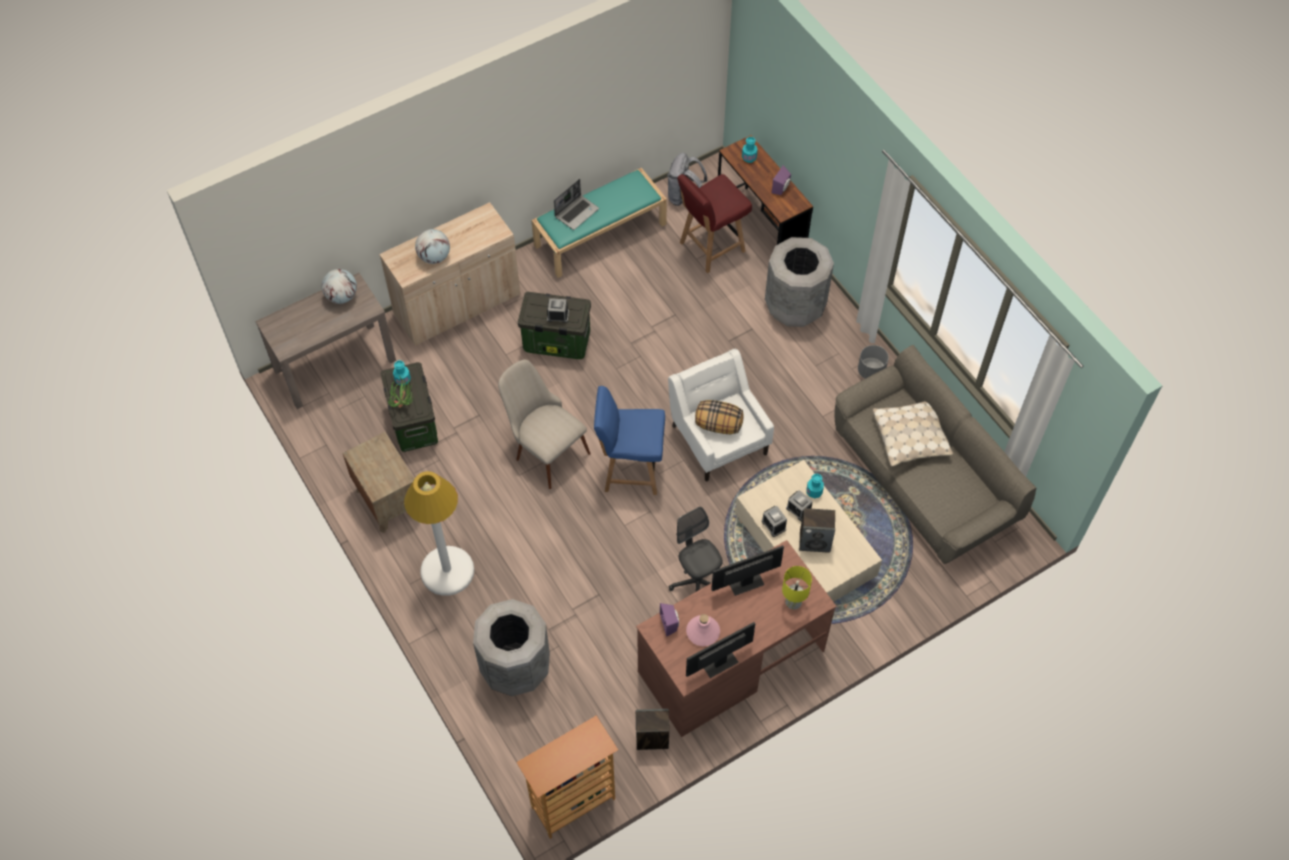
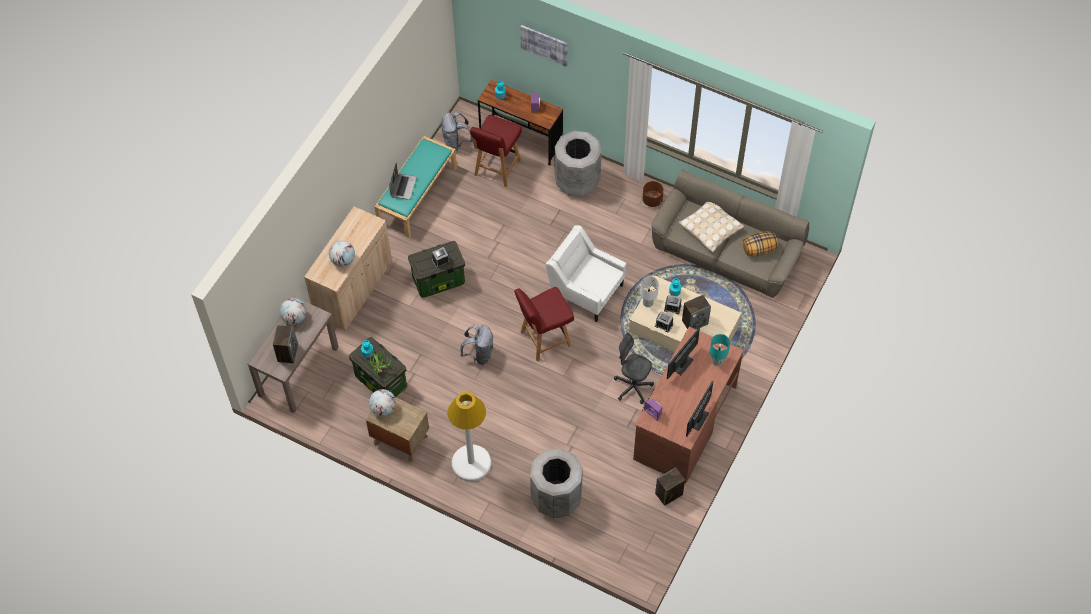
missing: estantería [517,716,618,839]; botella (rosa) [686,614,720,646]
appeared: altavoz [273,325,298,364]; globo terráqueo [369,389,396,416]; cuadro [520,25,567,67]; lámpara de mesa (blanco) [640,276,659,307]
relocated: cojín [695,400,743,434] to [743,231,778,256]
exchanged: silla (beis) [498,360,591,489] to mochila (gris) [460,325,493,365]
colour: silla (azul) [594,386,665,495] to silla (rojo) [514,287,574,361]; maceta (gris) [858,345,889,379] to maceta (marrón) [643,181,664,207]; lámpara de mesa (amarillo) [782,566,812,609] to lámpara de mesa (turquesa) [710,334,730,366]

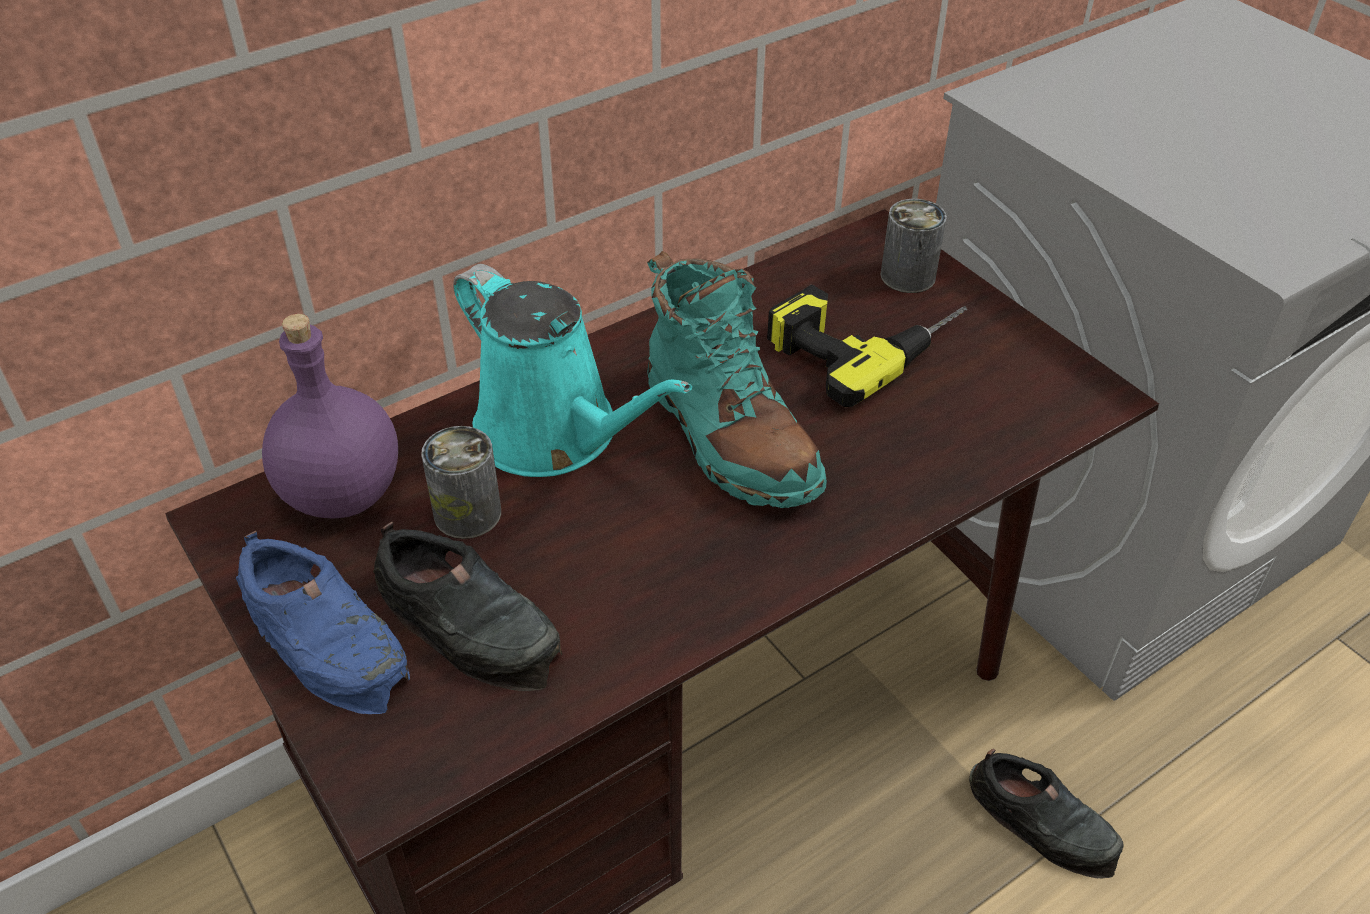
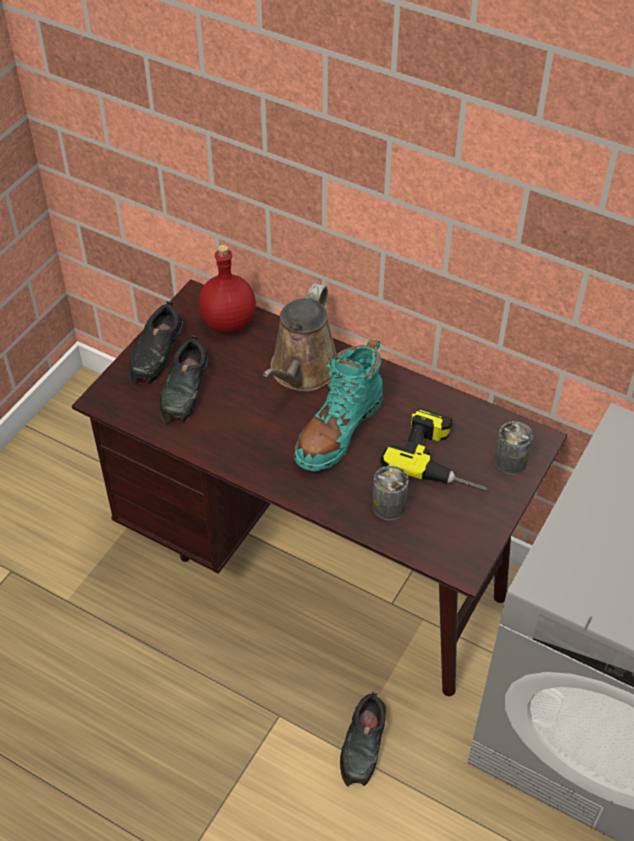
relocated: lata [421,426,501,539] to [372,466,408,520]
colour: zapato (azul) [236,531,410,714] to zapato (negro) [129,301,183,384]; botella (morado) [262,314,398,519] to botella (rojo) [199,245,256,333]; regadera (turquesa) [453,264,692,477] to regadera (marrón) [263,283,337,391]

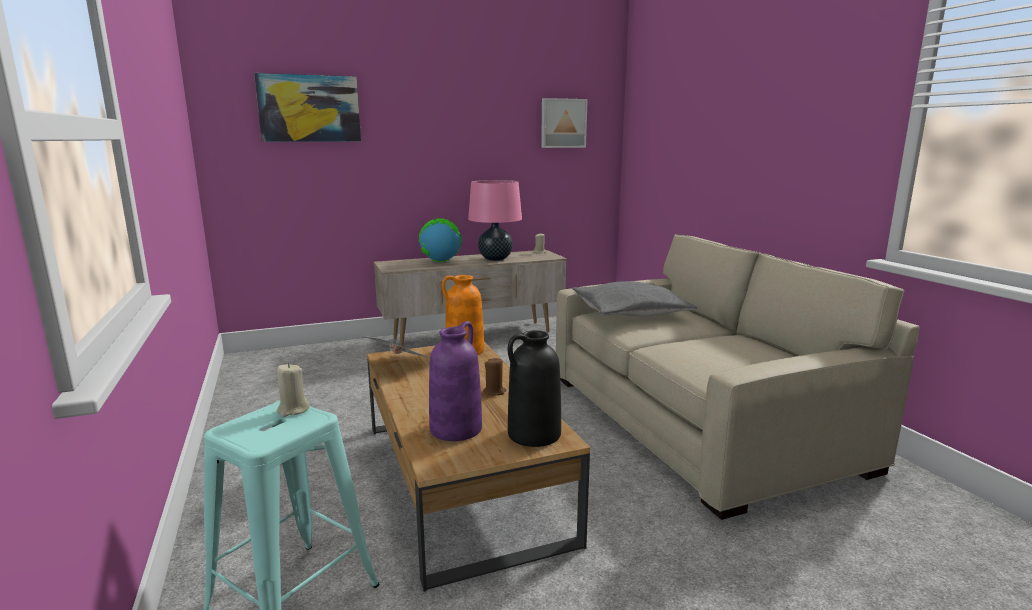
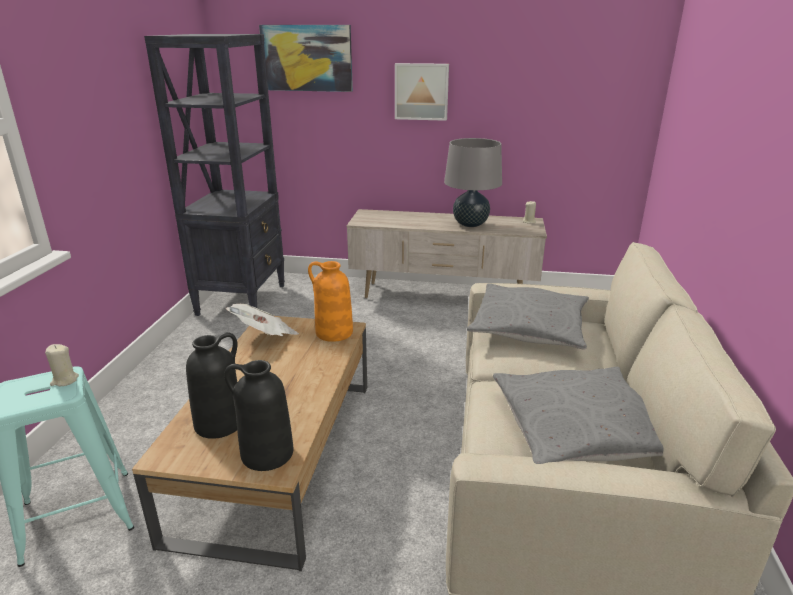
missing: globo terráqueo [419,218,462,262]; vela (marrón) [483,357,506,396]
appeared: estantería (negro) [144,34,285,316]; cojín (gris) [493,367,664,464]
relocated: cuadro [541,98,588,148] to [395,63,449,121]
colour: florero (morado) [429,321,482,441] to florero (negro) [186,332,238,439]; lámpara de mesa (rosa) [468,180,522,261] to lámpara de mesa (gris) [444,138,502,227]

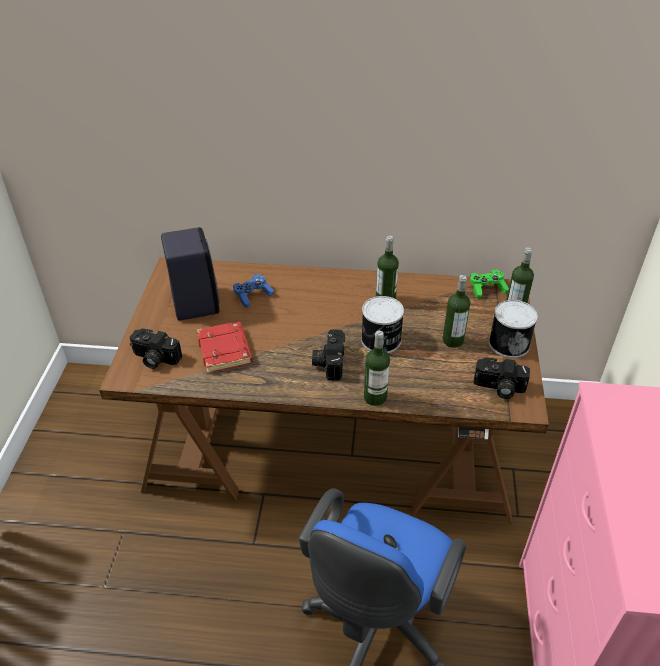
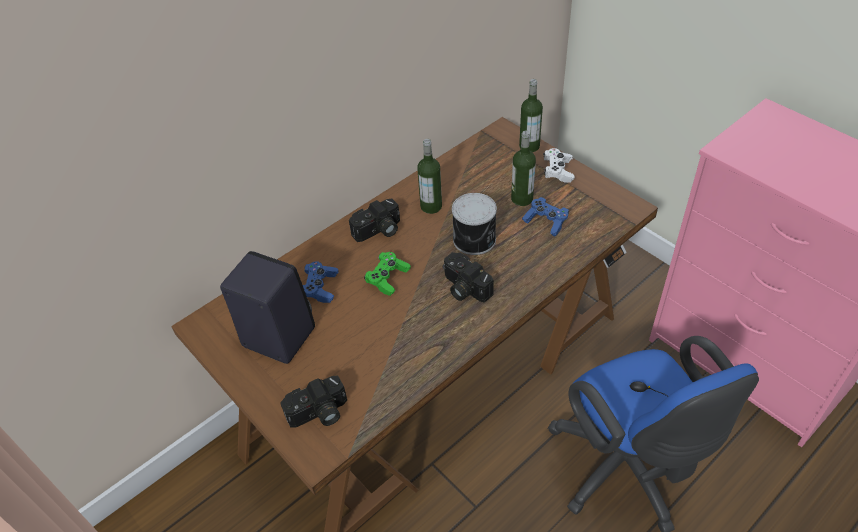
missing: libro (rojo) [197,322,253,373]; botella [364,331,390,406]
appeared: mando de consola (azul) [522,197,569,236]
relocated: cámara [473,357,530,399] to [349,198,400,242]; mando de consola (verde) [470,269,509,298] to [364,252,411,296]
exchanged: lata [489,300,538,358] to mando de consola (blanco) [543,148,575,183]

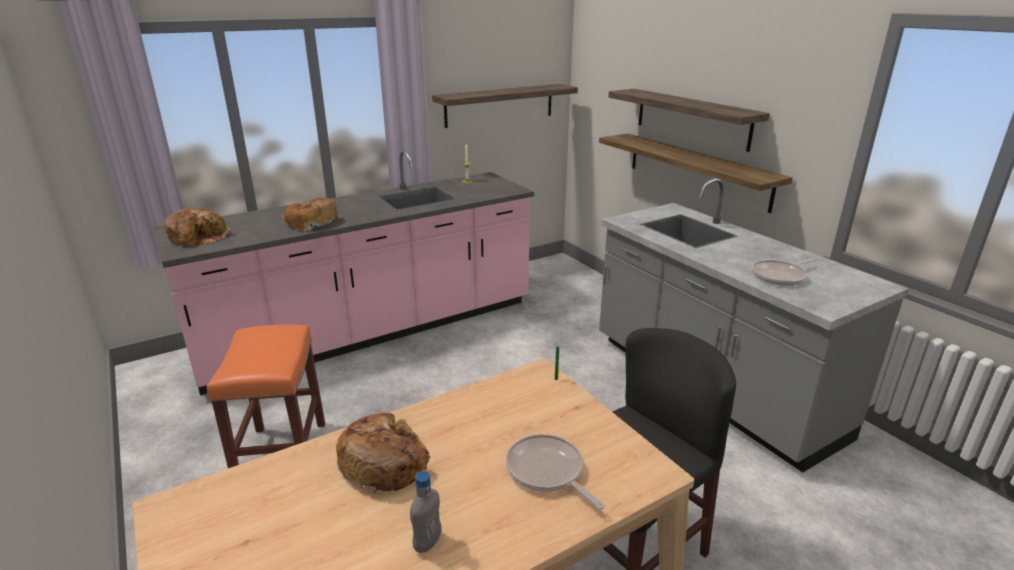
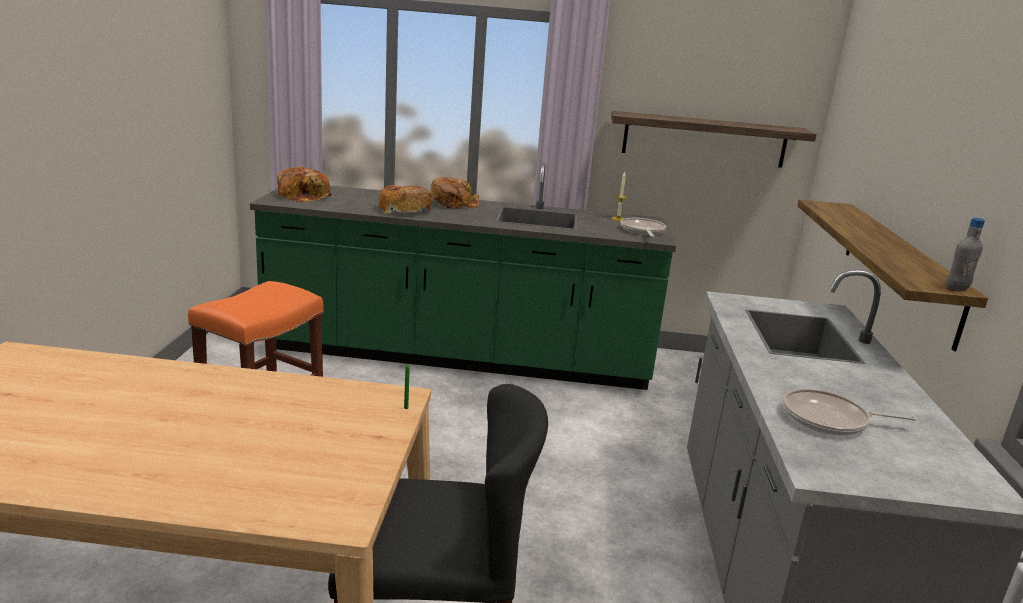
missing: estante [608,89,770,152]
relocated: pan [336,413,431,493] to [430,177,480,209]; sartén [506,434,605,509] to [621,218,666,237]; botella (gris) [410,471,442,553] to [946,217,985,291]
colour: mueble bajo de cocina (rosa) [153,150,534,396] to mueble bajo de cocina (verde) [250,163,676,390]

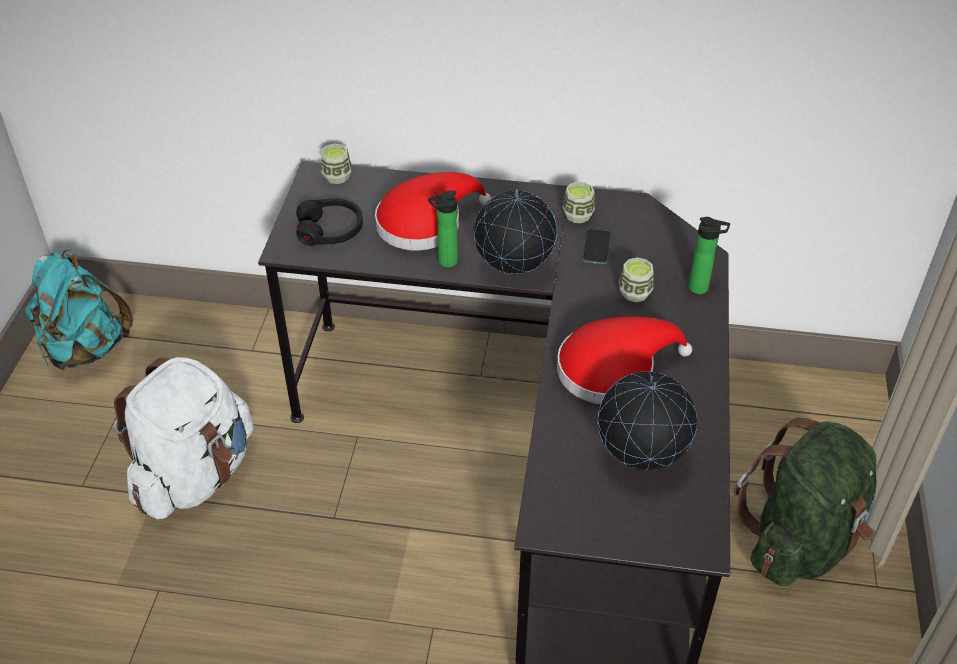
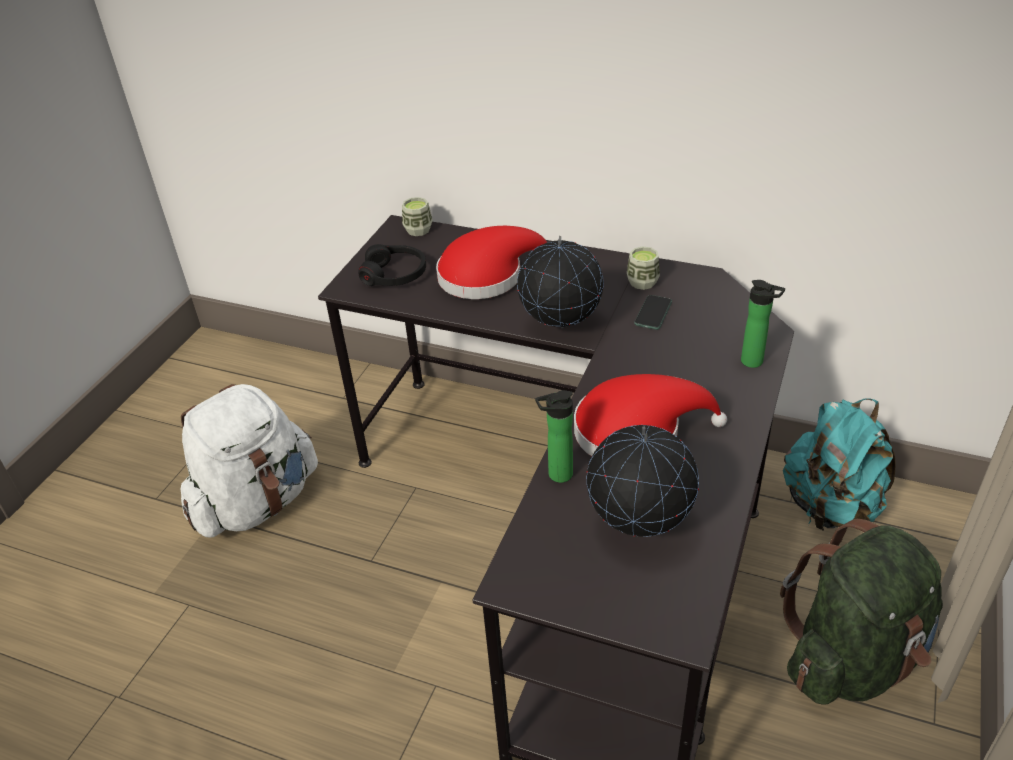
missing: taza [619,257,653,302]
relocated: botella [428,190,458,268] to [535,390,573,483]; mochila (turquesa) [25,249,133,371] to [783,398,895,531]

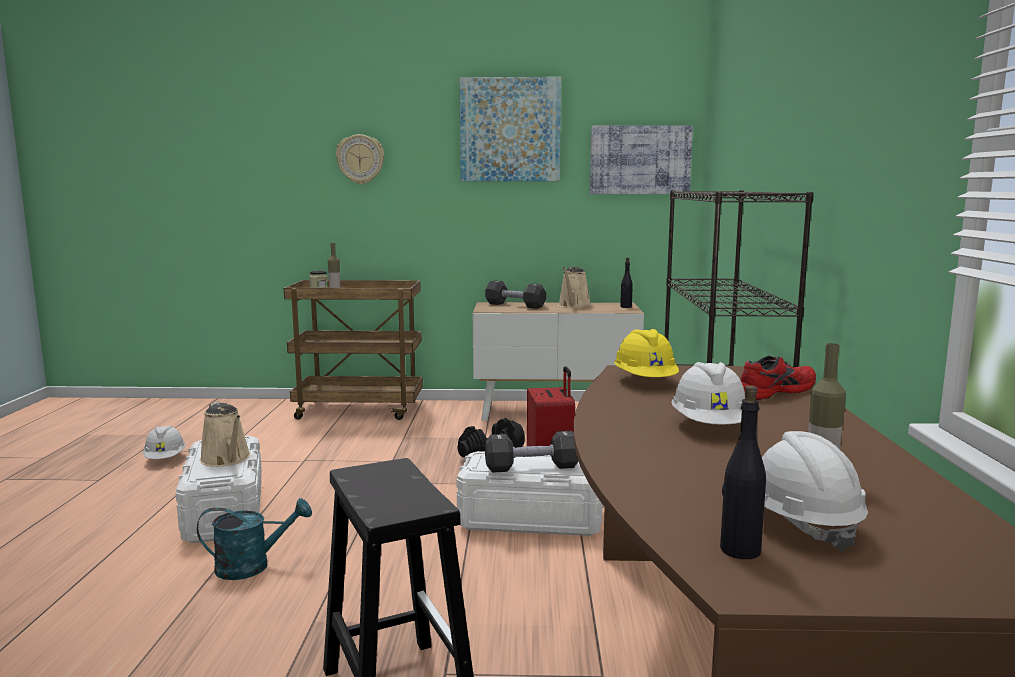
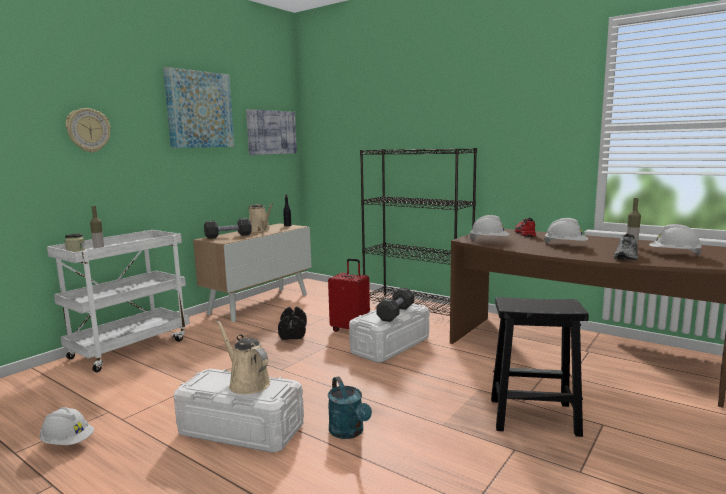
missing: botella (negro) [720,385,766,559]
appeared: zapato (gris) [614,234,638,260]
colour: carrito (marrón) [284,280,423,420] to carrito (blanco) [47,230,190,372]; casco (amarillo) [614,329,679,377] to casco (blanco) [470,215,509,240]
spun: regadera (beis) [199,402,251,467] = [216,320,270,394] 135 degrees counterclockwise; regadera (turquesa) [197,498,312,580] = [328,376,372,439] 135 degrees clockwise

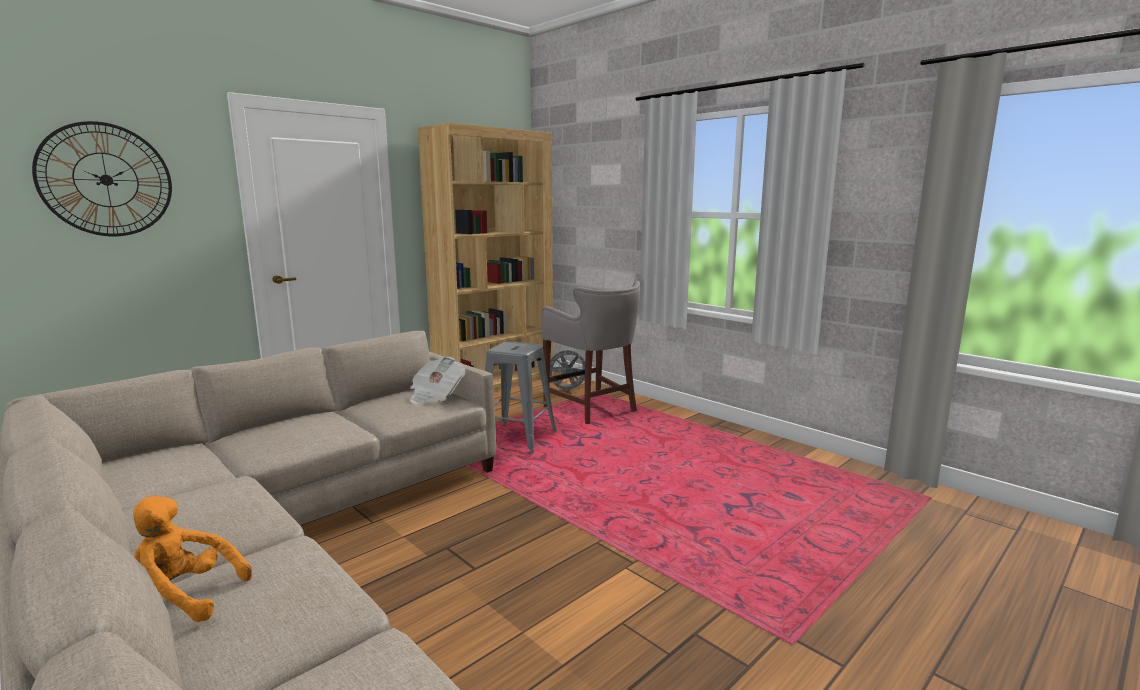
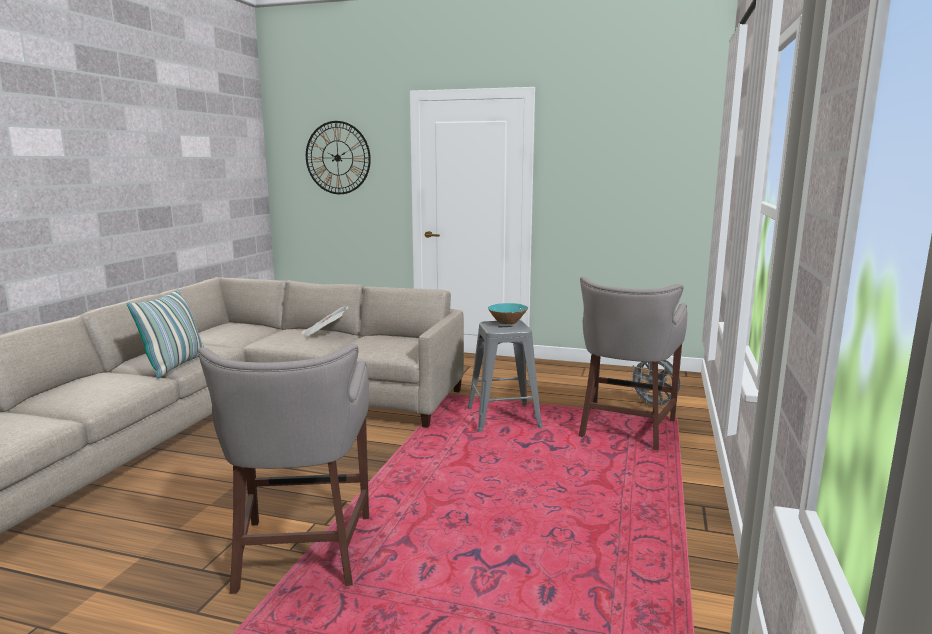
missing: peluche (naranja) [133,496,252,622]; estantería (marrón) [418,123,553,392]
appeared: cojín [127,289,204,379]; taburete (gris) [198,344,369,594]; cuenco (turquesa) [488,303,528,324]
relocated: periódico [410,357,465,404] to [302,306,348,336]

